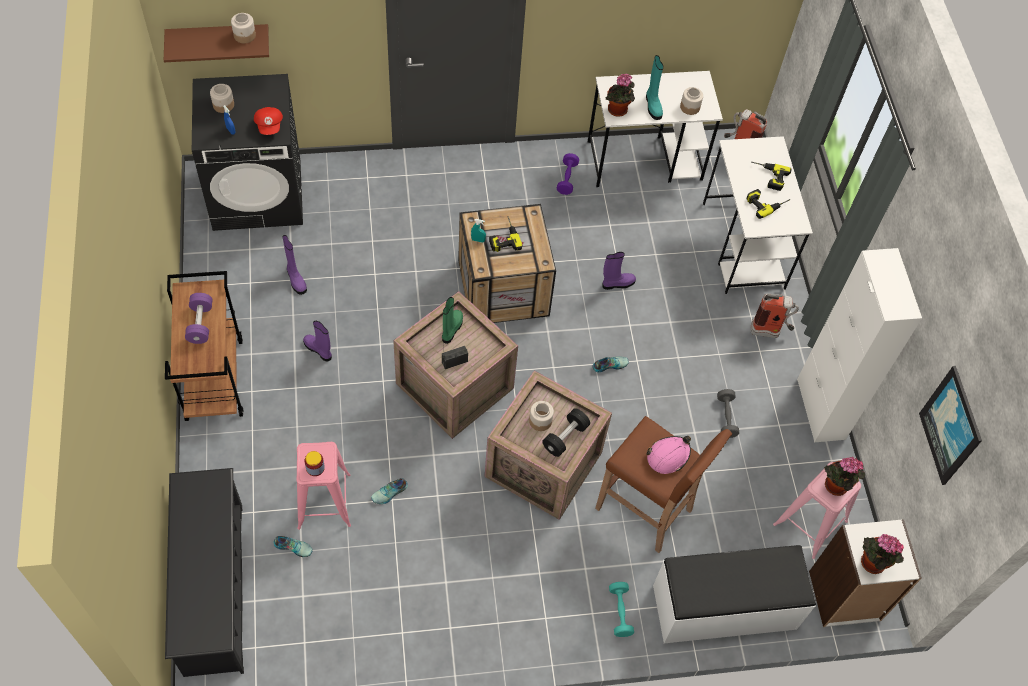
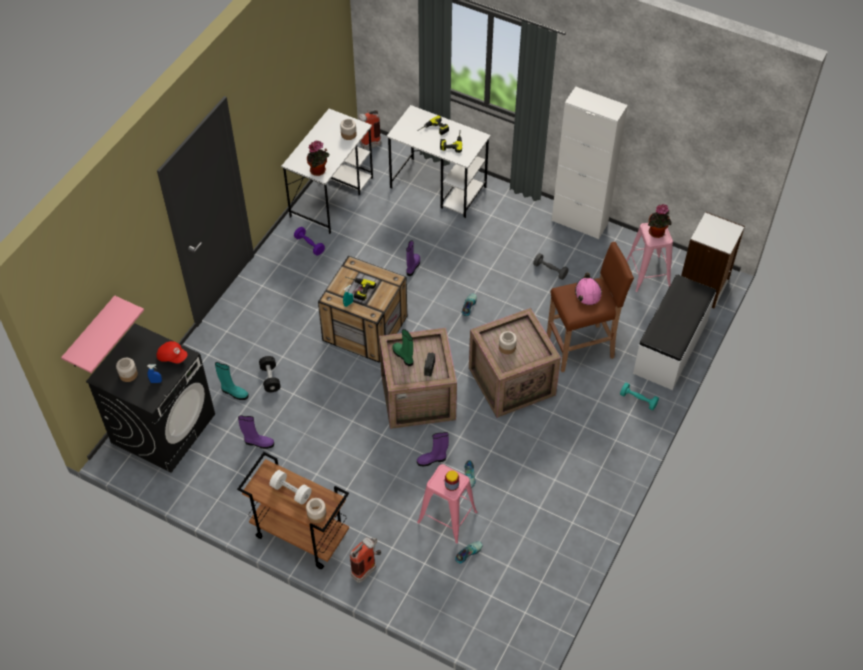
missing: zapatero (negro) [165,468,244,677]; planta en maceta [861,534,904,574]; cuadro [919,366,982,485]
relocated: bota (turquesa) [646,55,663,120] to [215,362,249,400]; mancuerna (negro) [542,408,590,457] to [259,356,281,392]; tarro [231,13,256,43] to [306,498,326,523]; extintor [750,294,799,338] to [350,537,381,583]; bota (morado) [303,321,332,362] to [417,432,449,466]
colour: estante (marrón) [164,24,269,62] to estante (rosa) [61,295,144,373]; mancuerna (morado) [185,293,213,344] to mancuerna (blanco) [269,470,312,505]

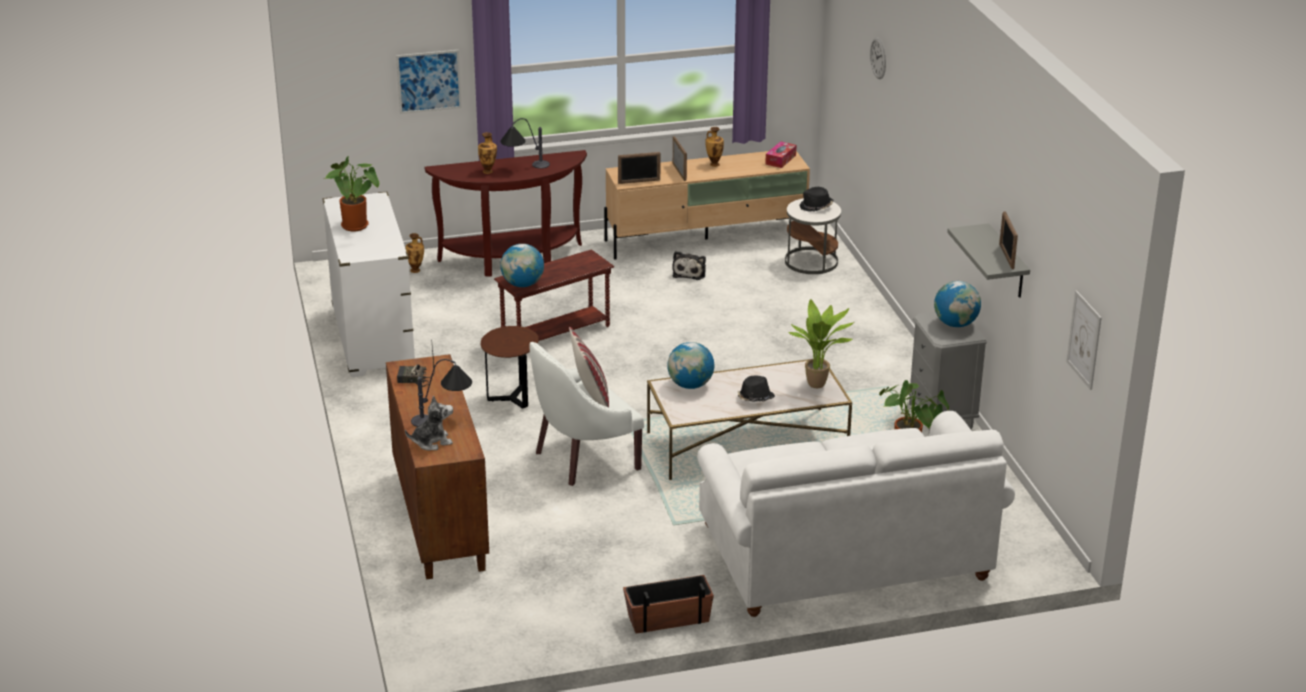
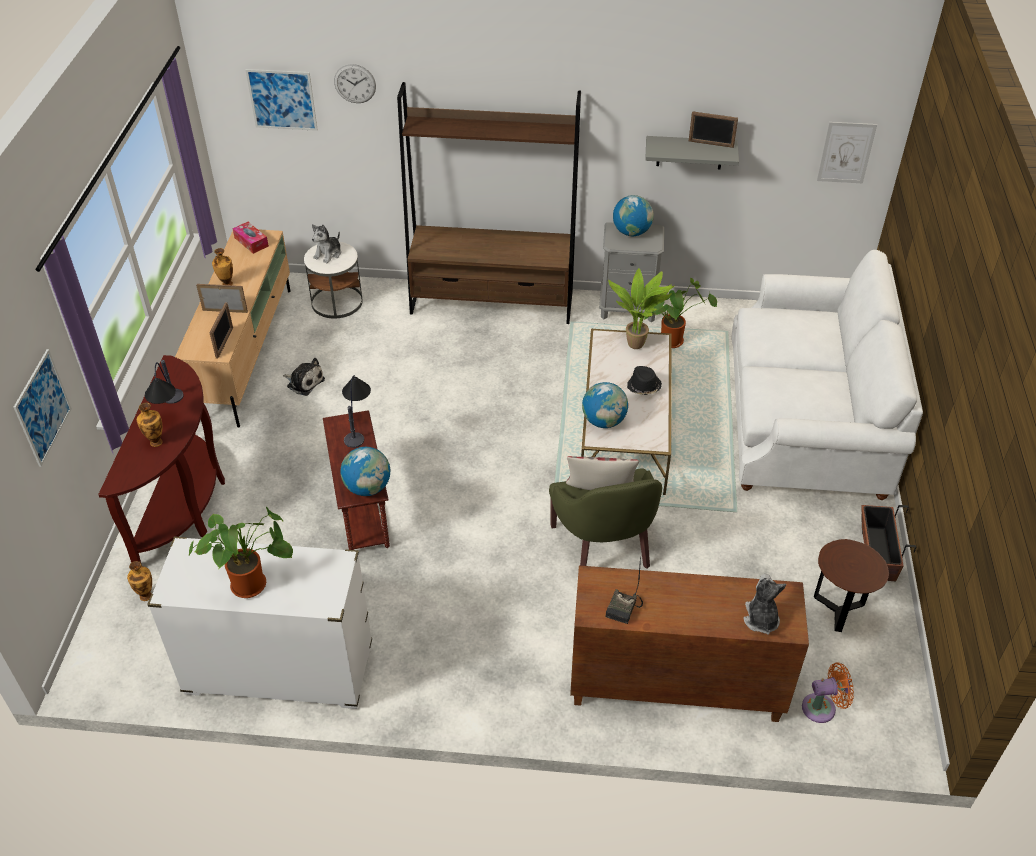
appeared: cuadro [246,69,318,131]; estantería (marrón) [397,82,581,324]; ventilador (naranja) [802,662,854,723]
relocated: lámpara de mesa [411,359,472,427] to [342,375,371,448]; mesa auxiliar (marrón) [481,326,539,409] to [814,539,889,632]
exchanged: sombrero (negro) [799,187,833,212] to peluche [312,224,341,264]
colour: sillón (blanco) [530,342,644,486] to sillón (verde) [549,468,662,569]

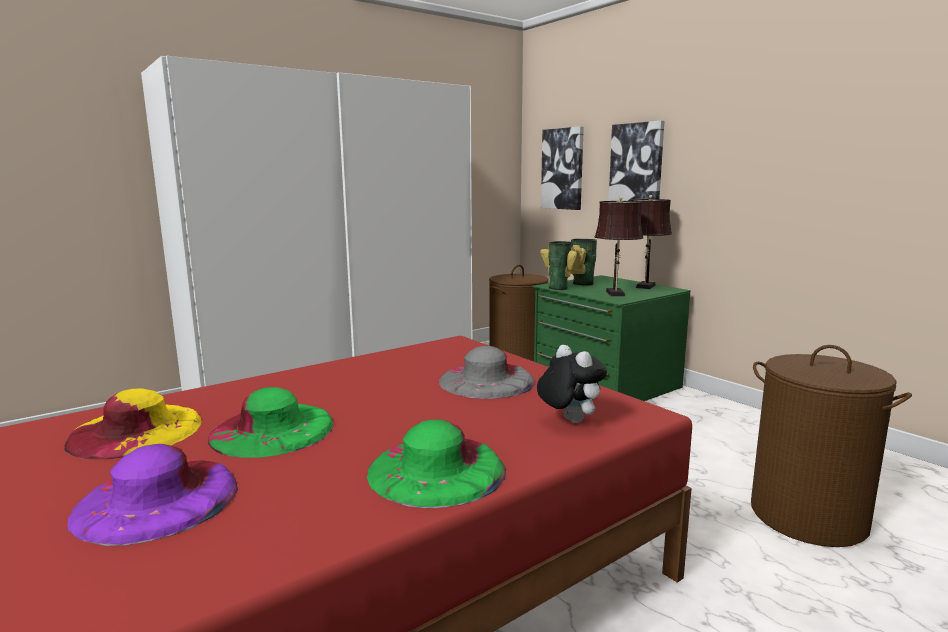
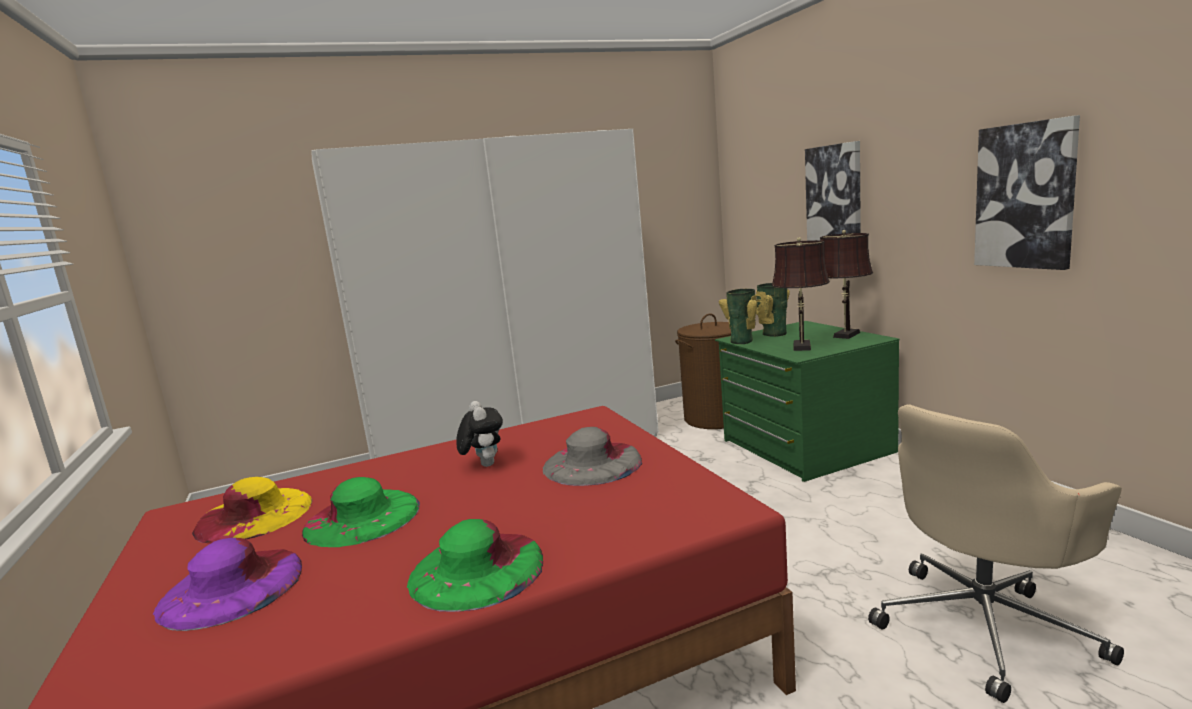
relocated: peluche [537,345,607,423] to [456,401,503,467]; cuadro [541,126,584,210] to [974,115,1080,270]
exchanged: cesto de la ropa (marrón) [751,345,912,547] to silla de oficina (beis) [868,404,1124,703]

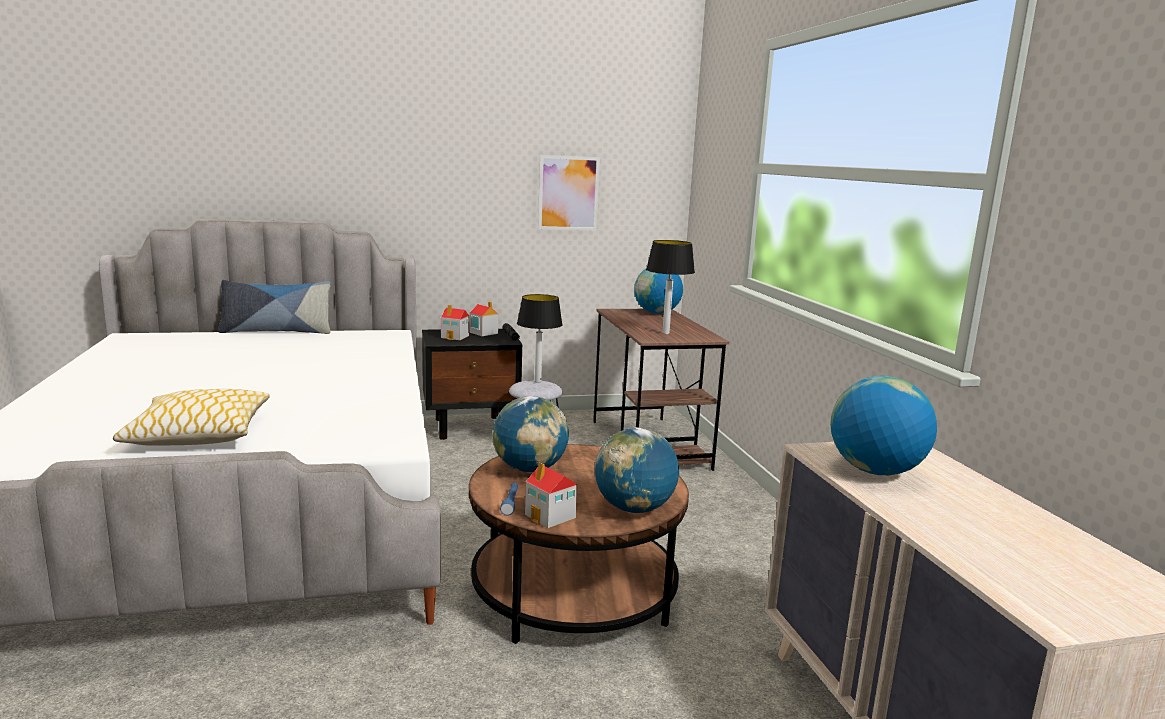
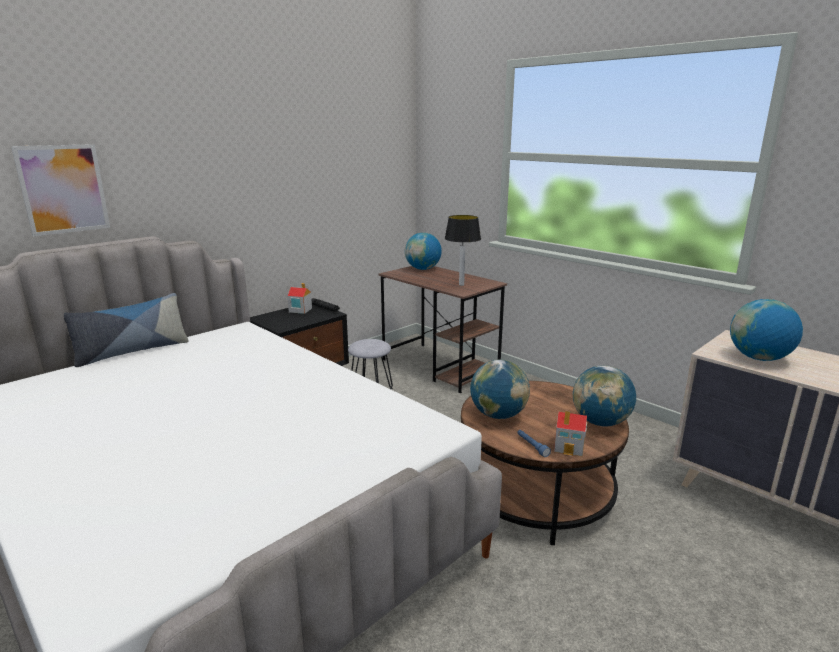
missing: cojín [113,389,270,446]; casita [441,305,469,340]; lámpara de mesa [517,294,563,383]
relocated: cuadro [538,155,600,231] to [11,144,110,236]

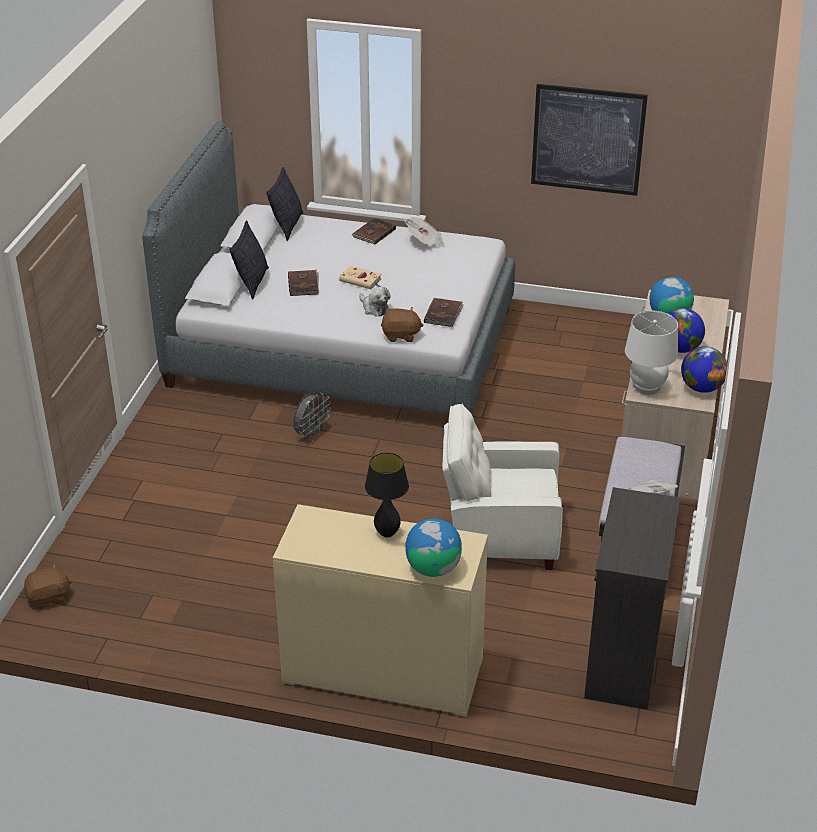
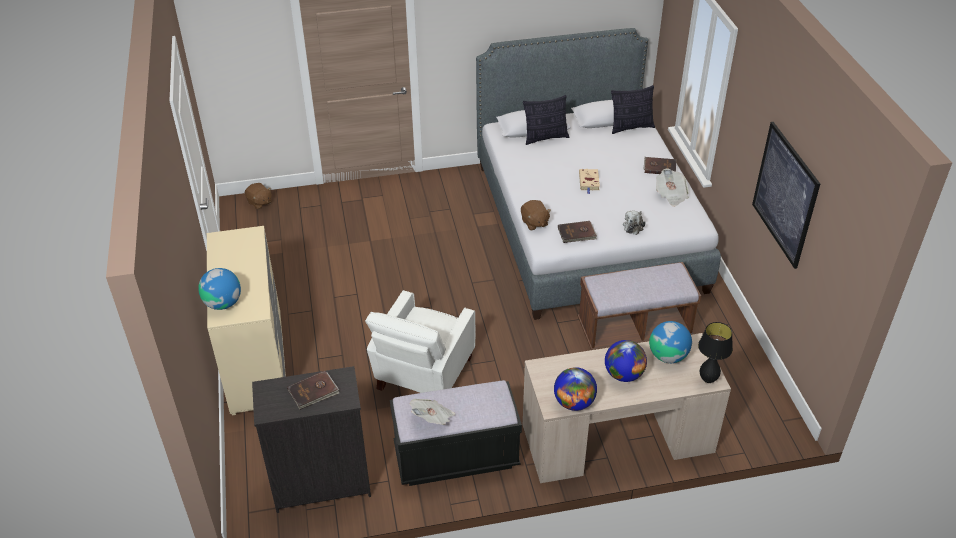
missing: ventilador (gris) [293,393,331,440]; lámpara de mesa (blanco) [625,311,678,395]
appeared: banco (marrón) [578,262,701,350]
relocated: libro (marrón) [288,270,319,296] to [287,370,339,410]; peluche [359,286,391,316] to [623,210,646,235]; lámpara de mesa (negro) [365,453,409,538] to [698,322,733,383]
spun: sillón (blanco) [442,403,563,570] = [365,290,475,393] 135 degrees counterclockwise

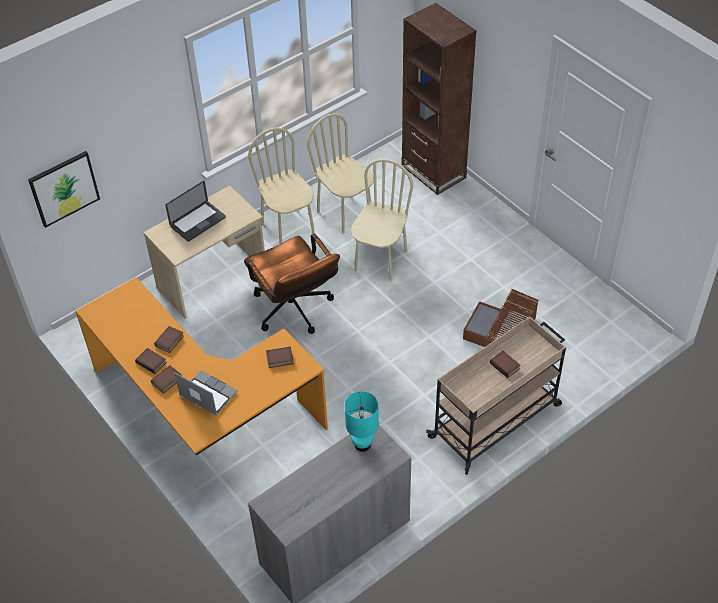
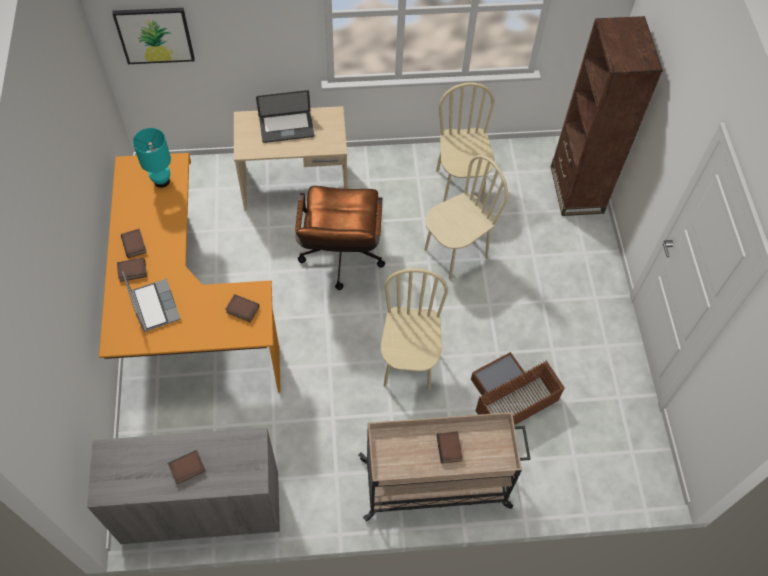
relocated: lámpara de mesa (turquesa) [345,391,378,452] to [133,128,171,188]; libro [154,326,184,353] to [168,450,206,484]; silla (beis) [248,128,315,244] to [381,268,448,391]

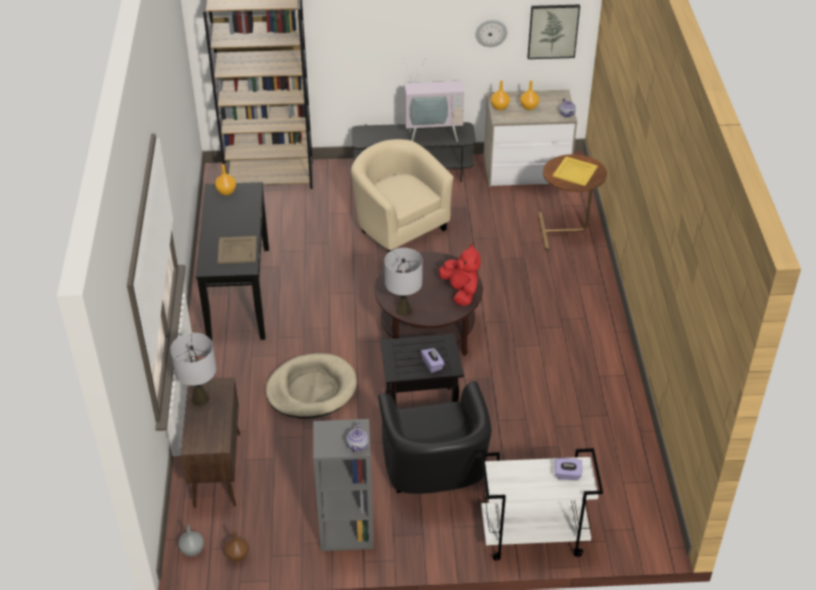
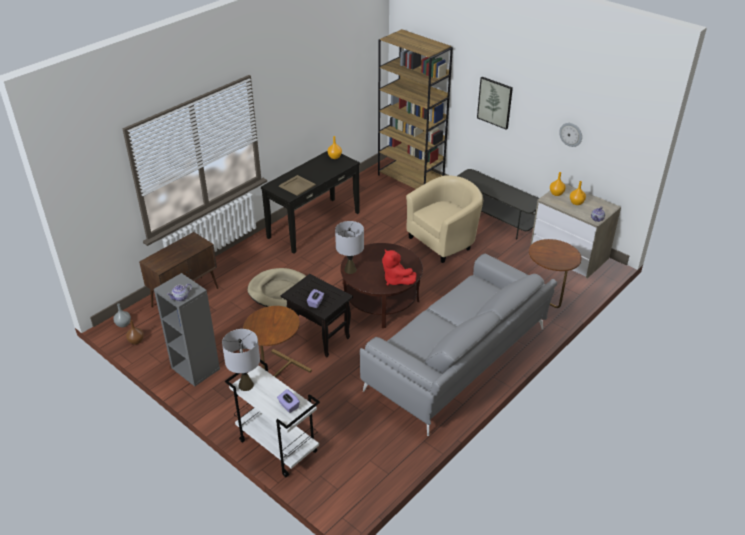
missing: televisor [404,58,464,142]; bandeja (amarillo) [553,156,598,186]
appeared: sofá (gris) [360,254,557,436]
relocated: lámpara de mesa (gris) [170,333,216,406] to [222,329,260,391]; cuadro [528,4,580,59] to [477,77,513,130]
exchanged: sillón (negro) [378,381,492,494] to mesa auxiliar (marrón) [243,306,312,377]
spun: peluche (rojo) [439,244,481,306] = [382,249,417,286] 120 degrees clockwise; sillón (beis) [351,139,454,253] = [406,175,483,263] 45 degrees clockwise

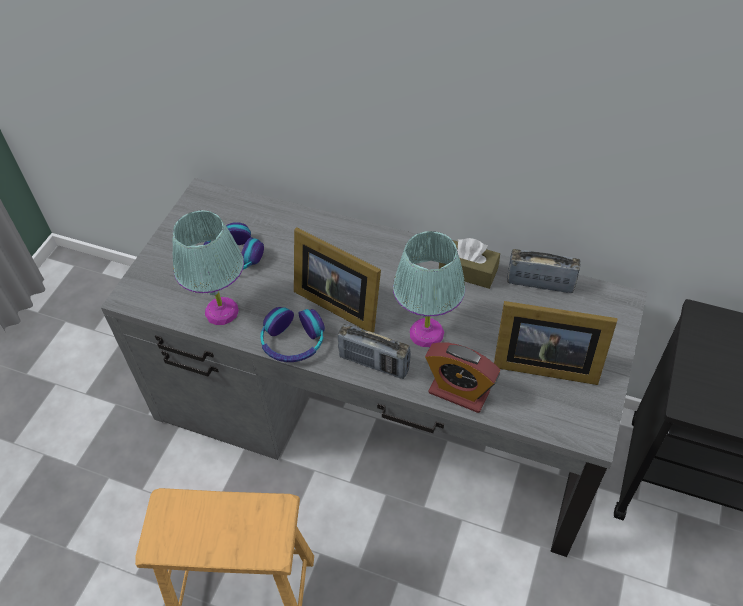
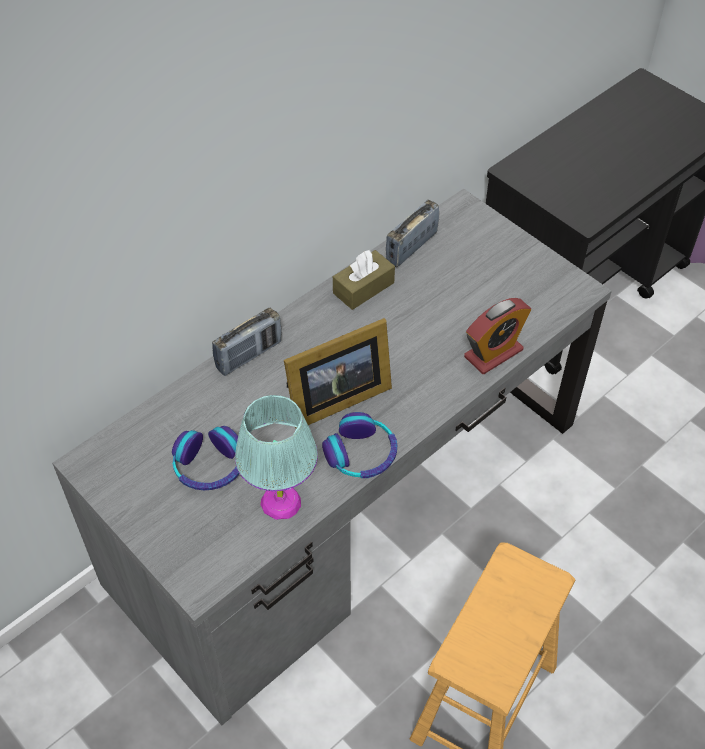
missing: lámpara de mesa (turquesa) [393,231,465,347]; portarretratos [494,301,617,385]
relocated: radio [338,324,411,379] to [212,308,281,376]

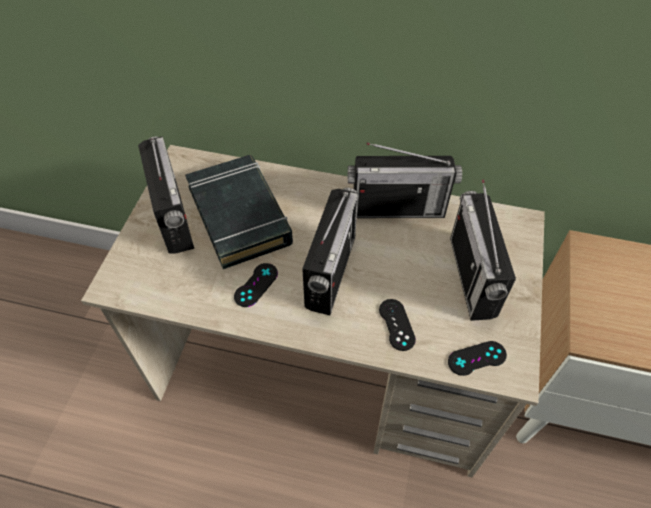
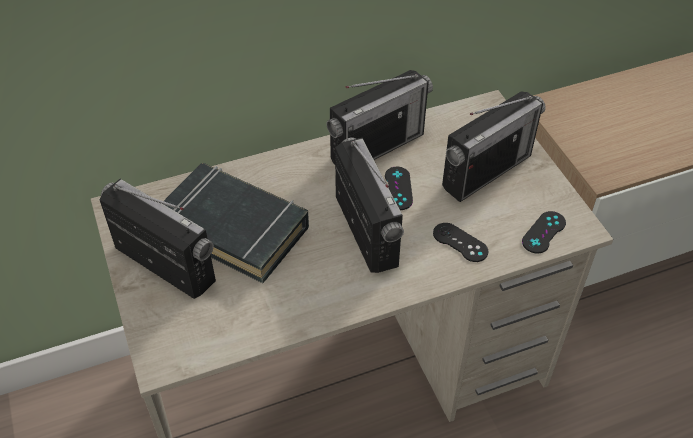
relocated: mando de consola (negro) [234,263,278,307] to [385,166,413,210]
spun: radio [450,179,516,321] = [442,92,546,202] 90 degrees counterclockwise

